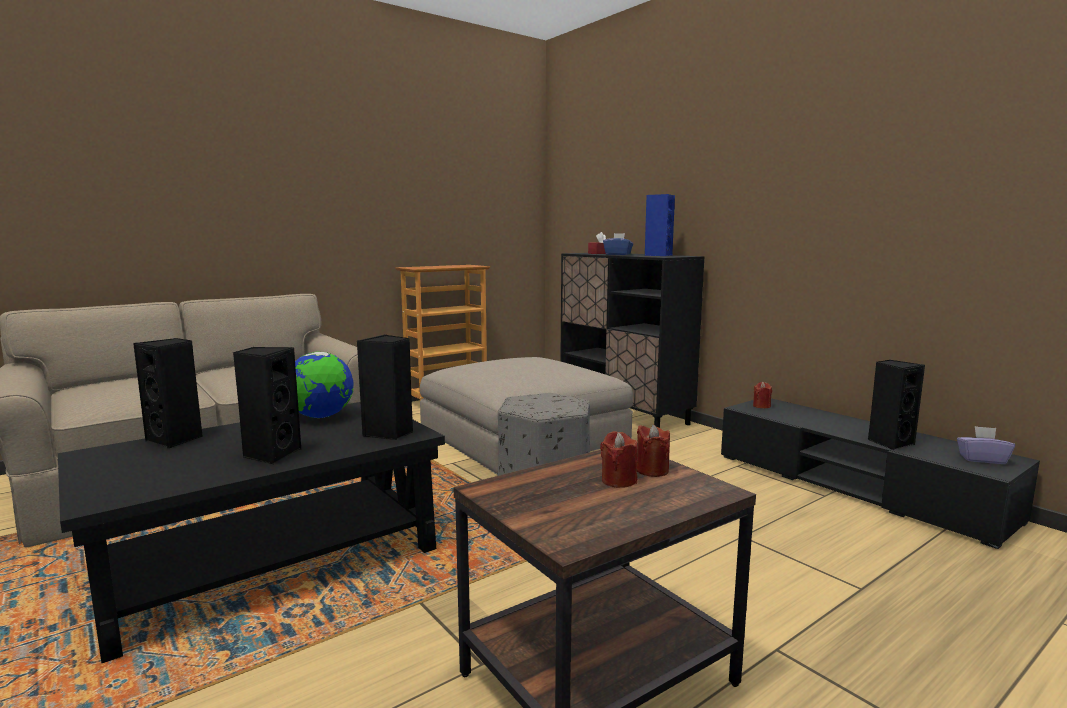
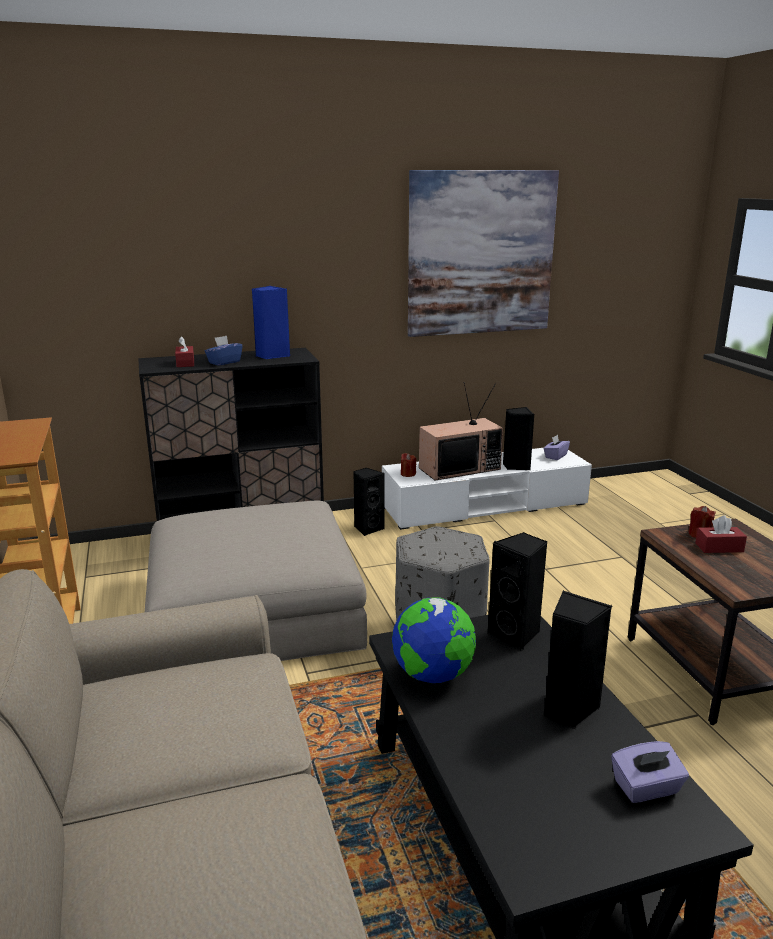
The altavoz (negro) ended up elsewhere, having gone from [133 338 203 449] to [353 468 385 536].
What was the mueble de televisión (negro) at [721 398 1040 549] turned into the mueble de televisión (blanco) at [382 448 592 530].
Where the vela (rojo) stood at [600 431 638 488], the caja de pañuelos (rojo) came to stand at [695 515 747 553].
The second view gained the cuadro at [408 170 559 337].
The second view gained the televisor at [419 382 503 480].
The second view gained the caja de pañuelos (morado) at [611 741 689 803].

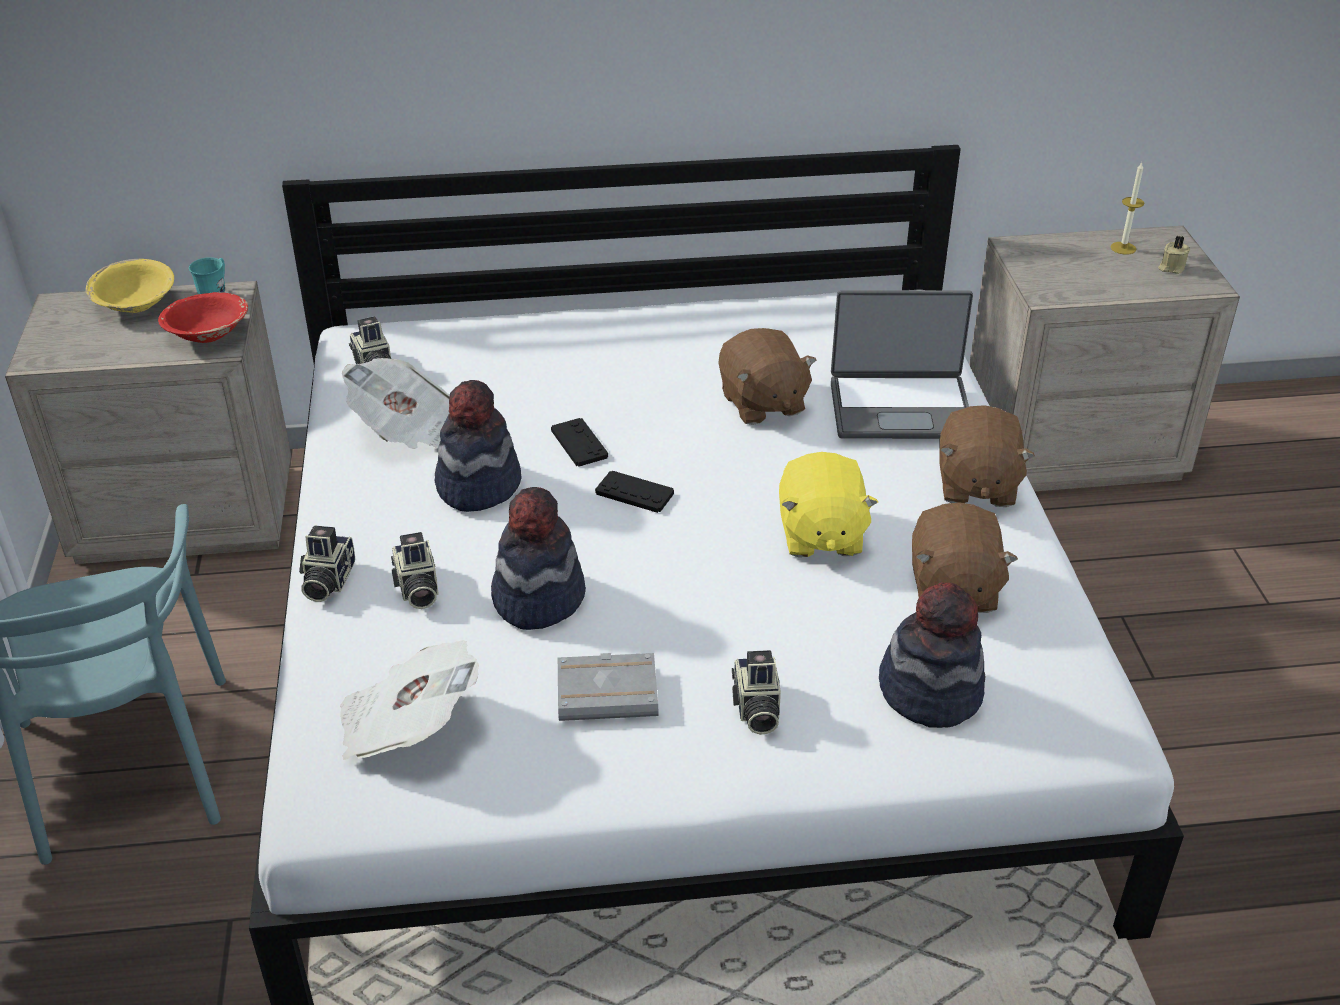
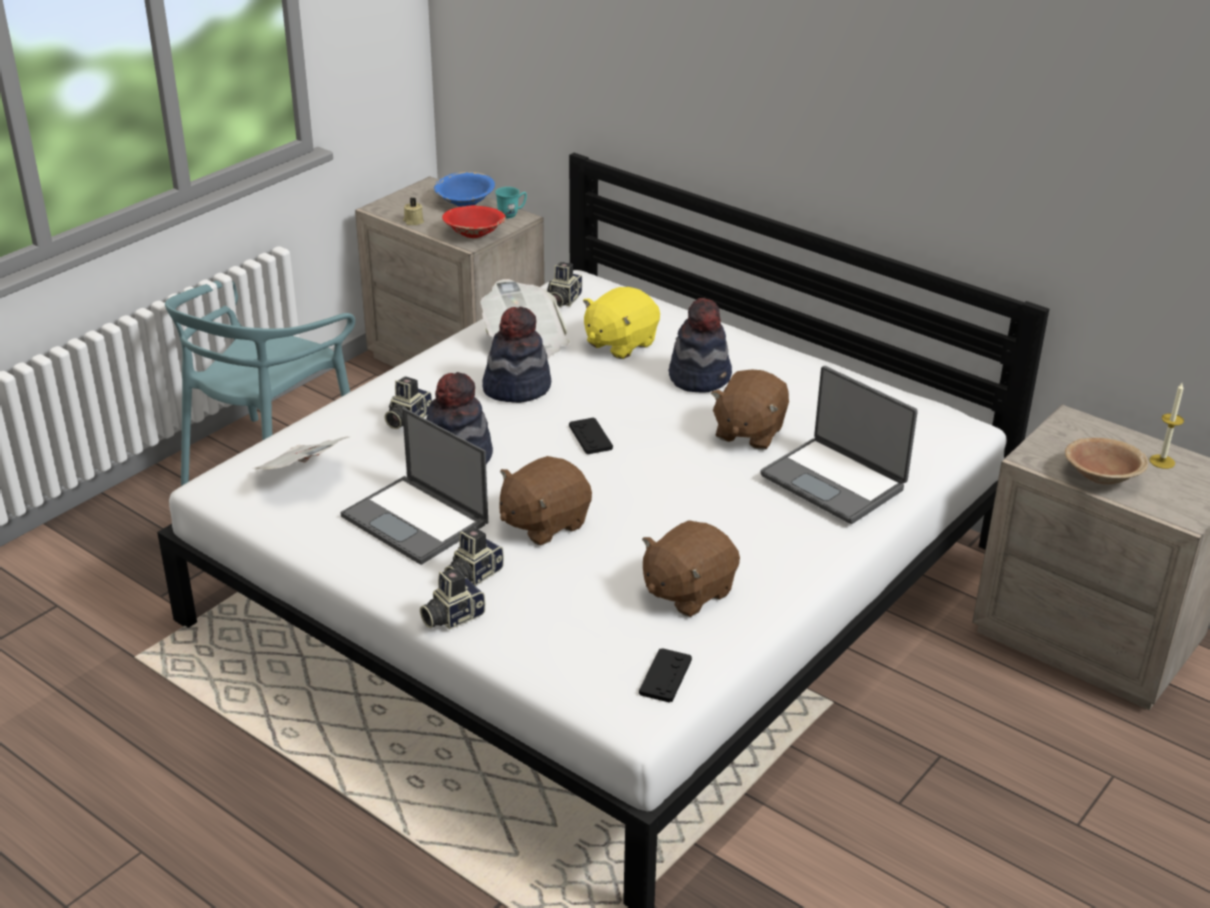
The vela (beis) ended up elsewhere, having gone from [1158 236 1190 274] to [403 197 424 225].
What was the cuenco (amarillo) at [85 259 174 313] turned into the cuenco (azul) at [434 172 495 207].
The peluche (marrón) ended up elsewhere, having gone from [939 405 1035 507] to [500 456 592 545].
The mando de consola (negro) ended up elsewhere, having gone from [551 418 608 466] to [639 648 692 703].
The peluche (amarillo) ended up elsewhere, having gone from [779 452 878 557] to [583 287 660 359].
The cámara ended up elsewhere, having gone from [299 526 355 602] to [420 568 485 630].
The sombrero ended up elsewhere, having gone from [879 582 985 728] to [669 298 732 393].
Where the libro (gris) stood at [558 653 658 721], the portátil came to stand at [341 407 488 565].
The second view gained the cuenco (marrón) at [1065 438 1148 484].

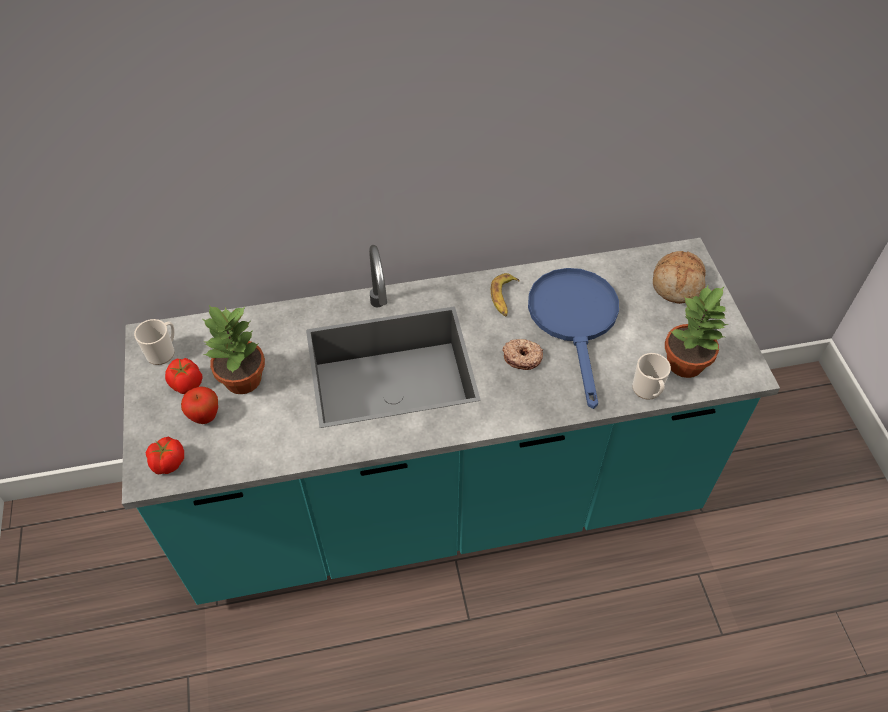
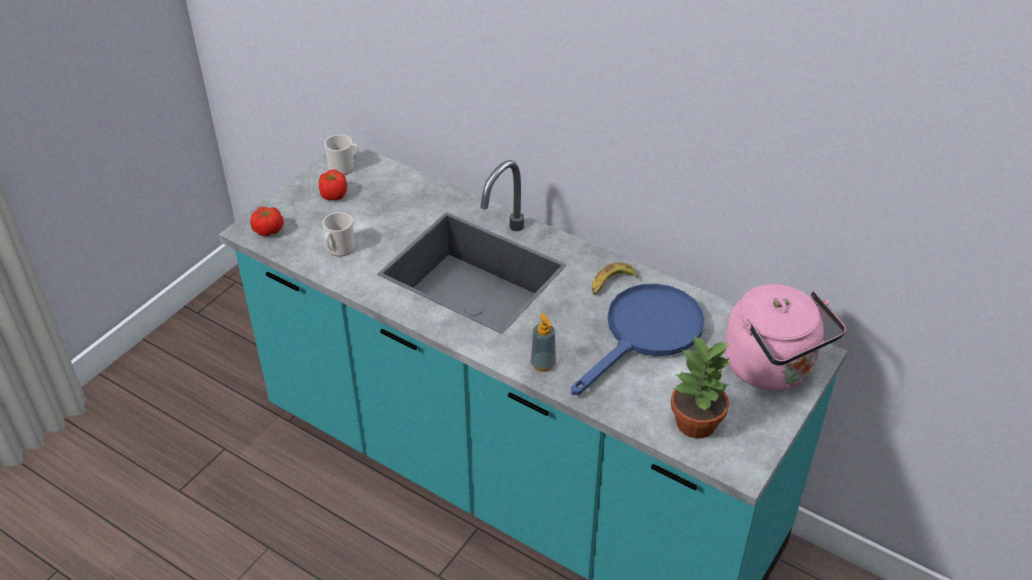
Where the pan stood at [653 251 706 304], the hervidor (rosa) came to stand at [725 284 846 390].
The second view lost the planta en maceta at [203 305 265 394].
The second view lost the rosquilla at [502 339 543 370].
The taza grande ended up elsewhere, having gone from [632 353 671 400] to [323 212 355 257].
The second view lost the manzana at [181 386 218 424].
The second view gained the dispensador de jabón at [531 313 556 372].

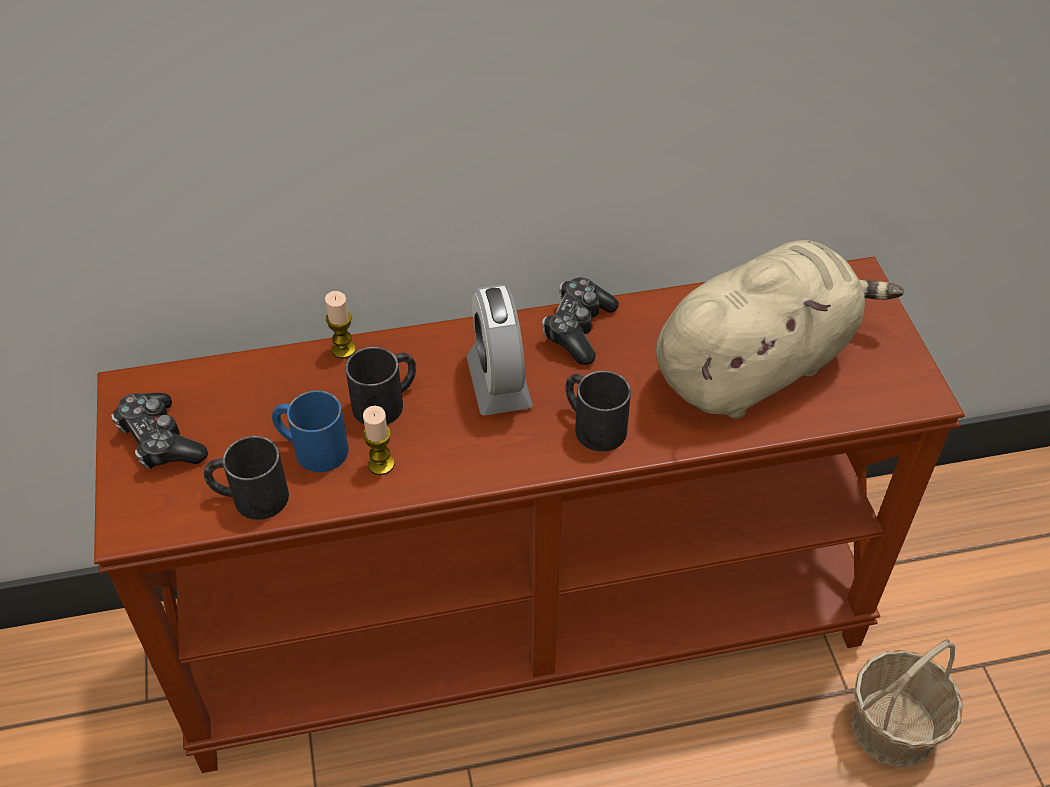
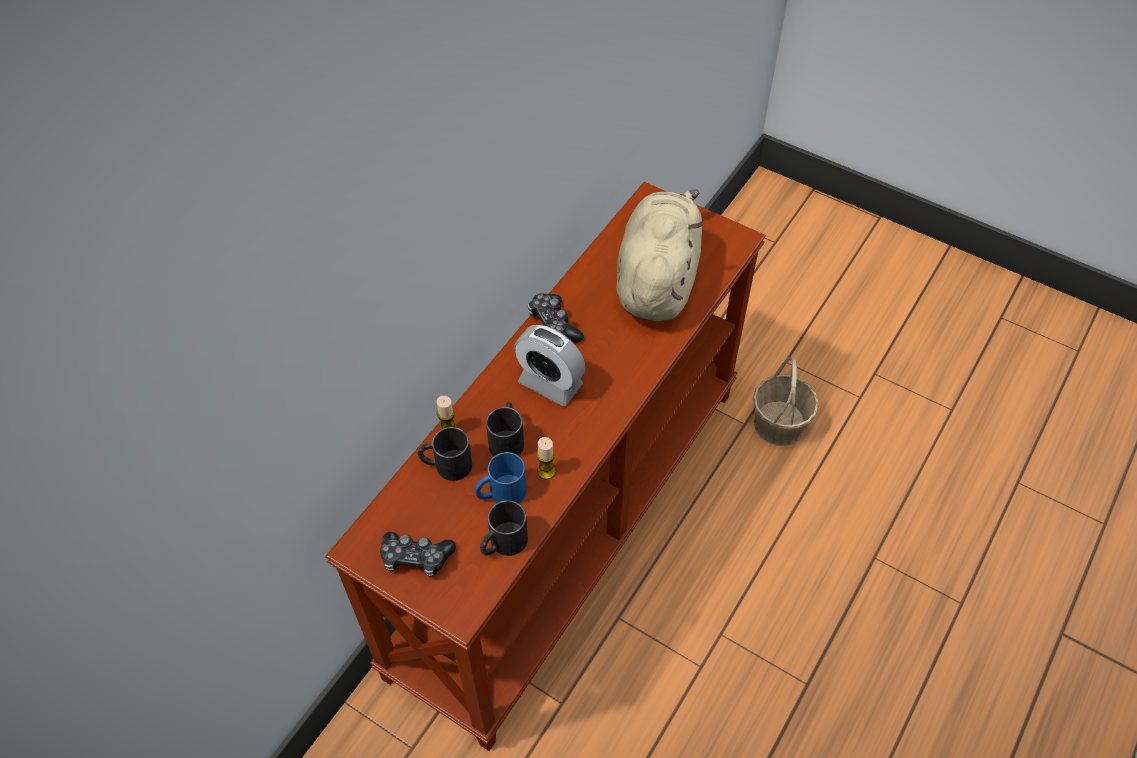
The taza grande (negro) ended up elsewhere, having gone from [565 371 631 452] to [418 427 472 481].

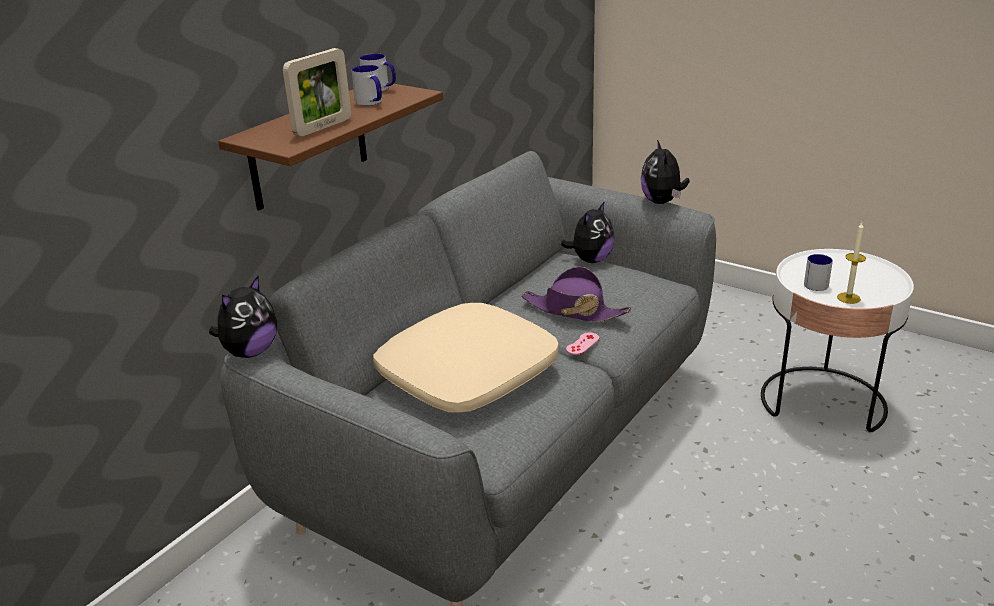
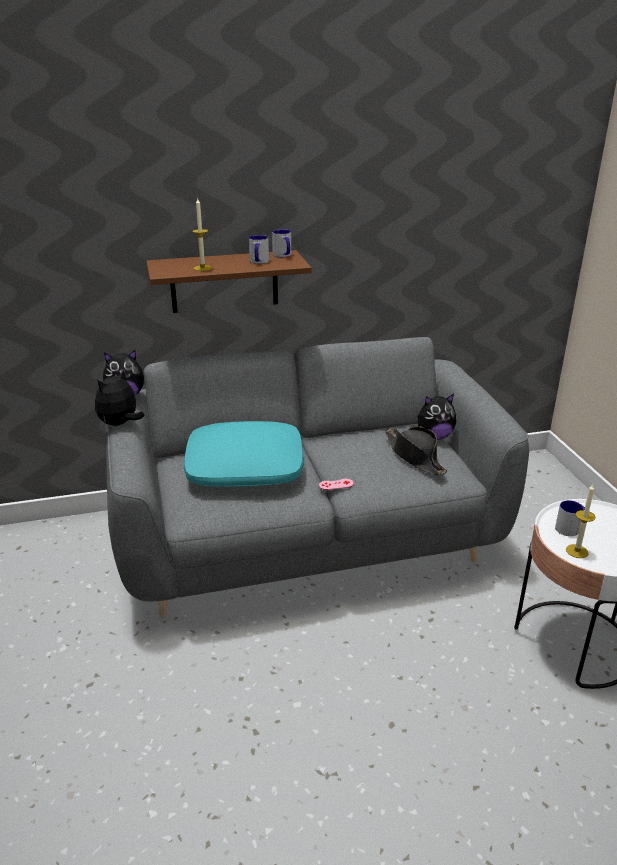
Where the portarretratos stood at [283 48 351 136], the vela came to stand at [192 199 212 271].
The peluche ended up elsewhere, having gone from [641 140 690 204] to [95 369 144 426].
The second view lost the sombrero (morado) at [521 267 631 322].
What was the cojín (beis) at [373 303 559 413] turned into the cojín (turquesa) at [184 421 303 487].
The second view gained the sombrero (negro) at [385 426 448 475].

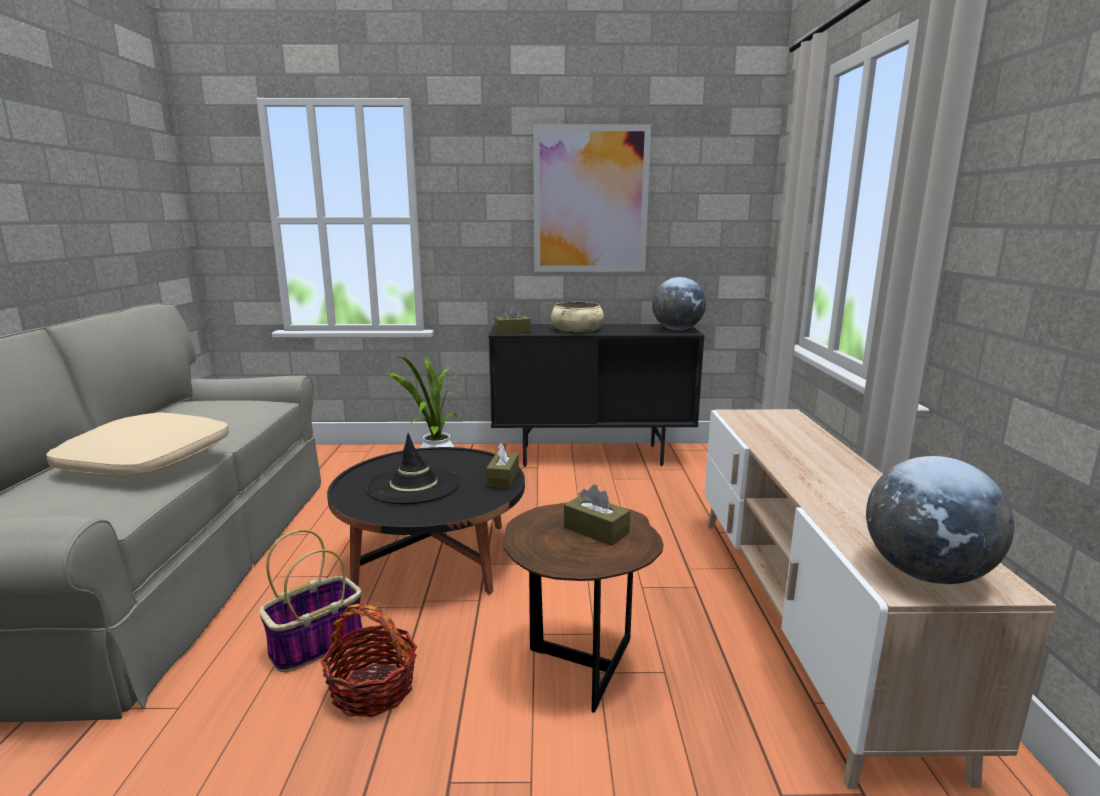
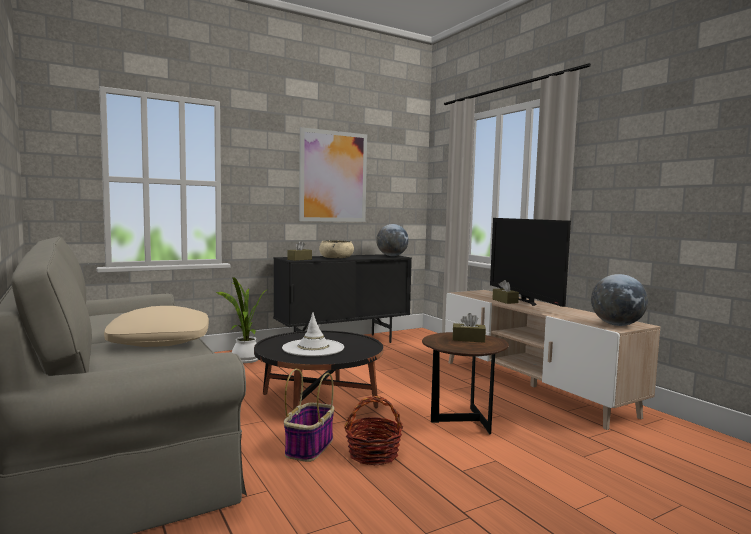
What was the sombrero (negro) at [366 433 461 504] turned into the sombrero (blanco) at [282 312 344 356].
The caja de pañuelos (marrón) ended up elsewhere, having gone from [486 443 519 488] to [492 280 519 304].
The second view gained the televisor at [490 218 571 307].

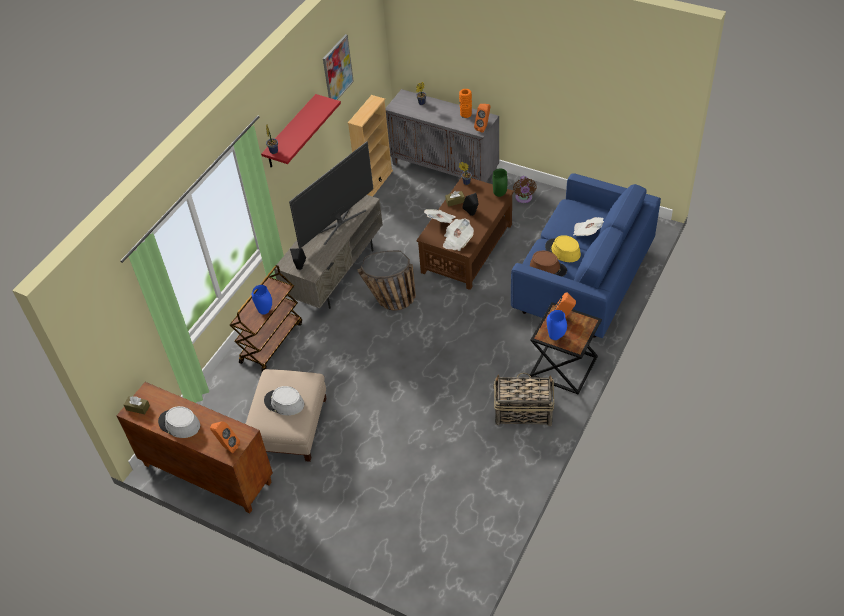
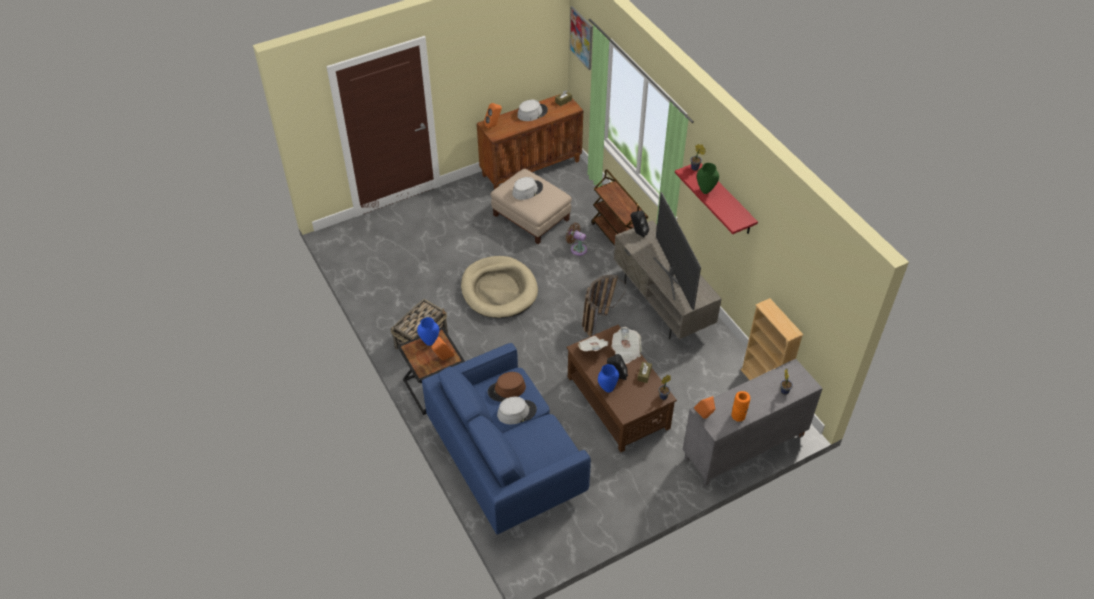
The cuadro ended up elsewhere, having gone from [323 34 354 100] to [570 6 593 70].
The florero (verde) ended up elsewhere, having gone from [493 169 507 197] to [697 163 719 194].
The ventilador (marrón) ended up elsewhere, having gone from [513 176 537 203] to [566 223 587 256].
The second view lost the periódico at [573 217 604 236].
What was the sombrero (amarillo) at [545 235 581 262] turned into the sombrero (gris) at [497 396 537 424].
The florero (azul) ended up elsewhere, having gone from [251 285 272 315] to [598 364 619 393].
The second view gained the cama para perro (beis) at [461 256 538 318].

